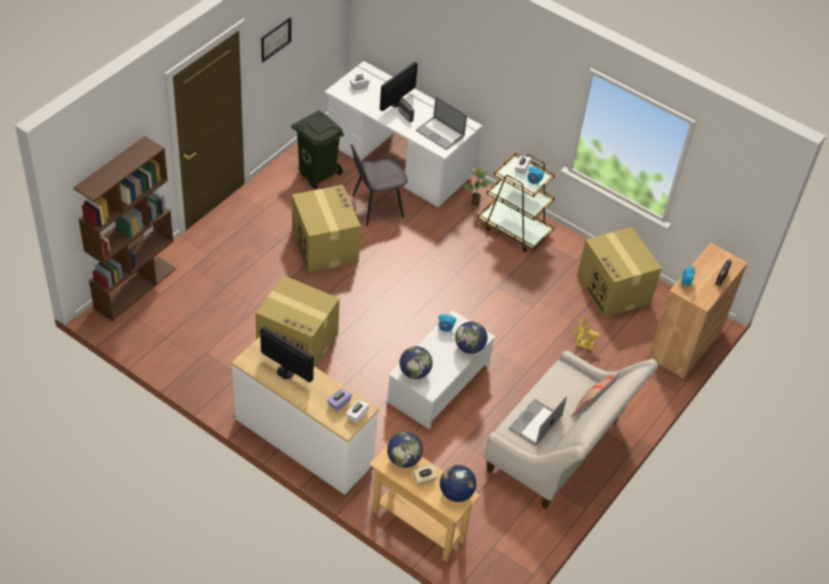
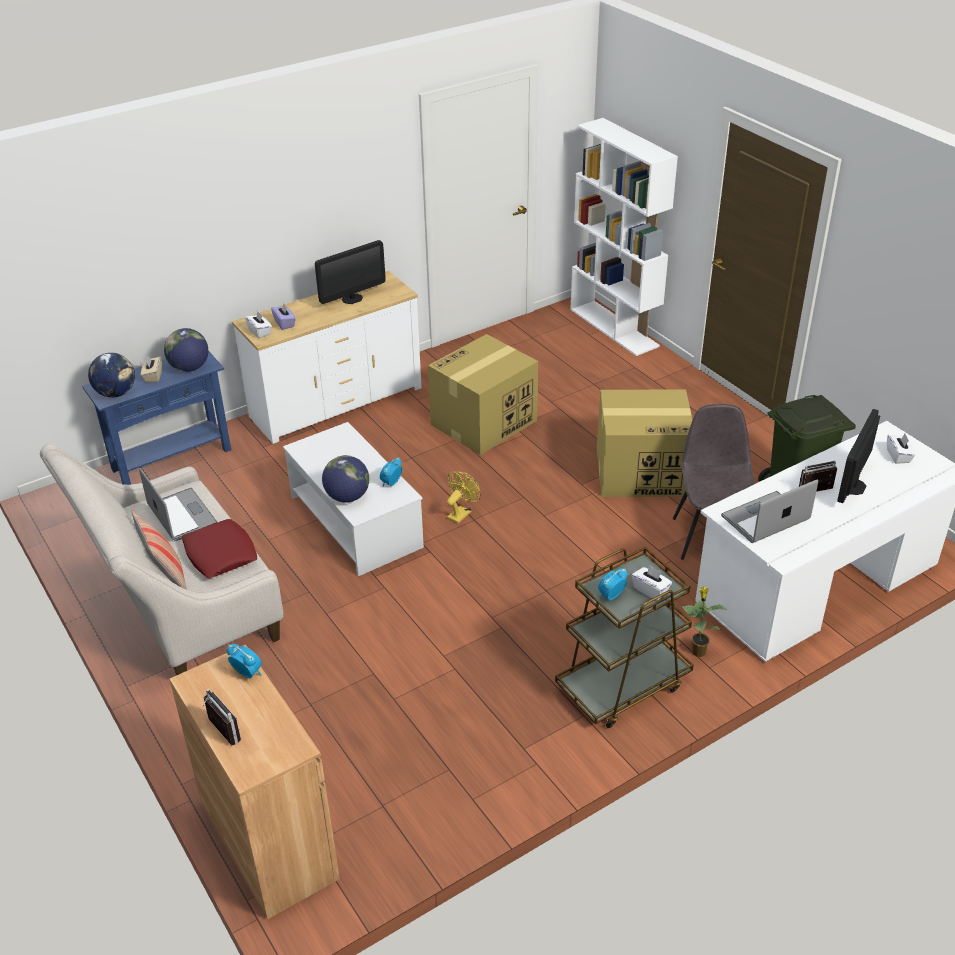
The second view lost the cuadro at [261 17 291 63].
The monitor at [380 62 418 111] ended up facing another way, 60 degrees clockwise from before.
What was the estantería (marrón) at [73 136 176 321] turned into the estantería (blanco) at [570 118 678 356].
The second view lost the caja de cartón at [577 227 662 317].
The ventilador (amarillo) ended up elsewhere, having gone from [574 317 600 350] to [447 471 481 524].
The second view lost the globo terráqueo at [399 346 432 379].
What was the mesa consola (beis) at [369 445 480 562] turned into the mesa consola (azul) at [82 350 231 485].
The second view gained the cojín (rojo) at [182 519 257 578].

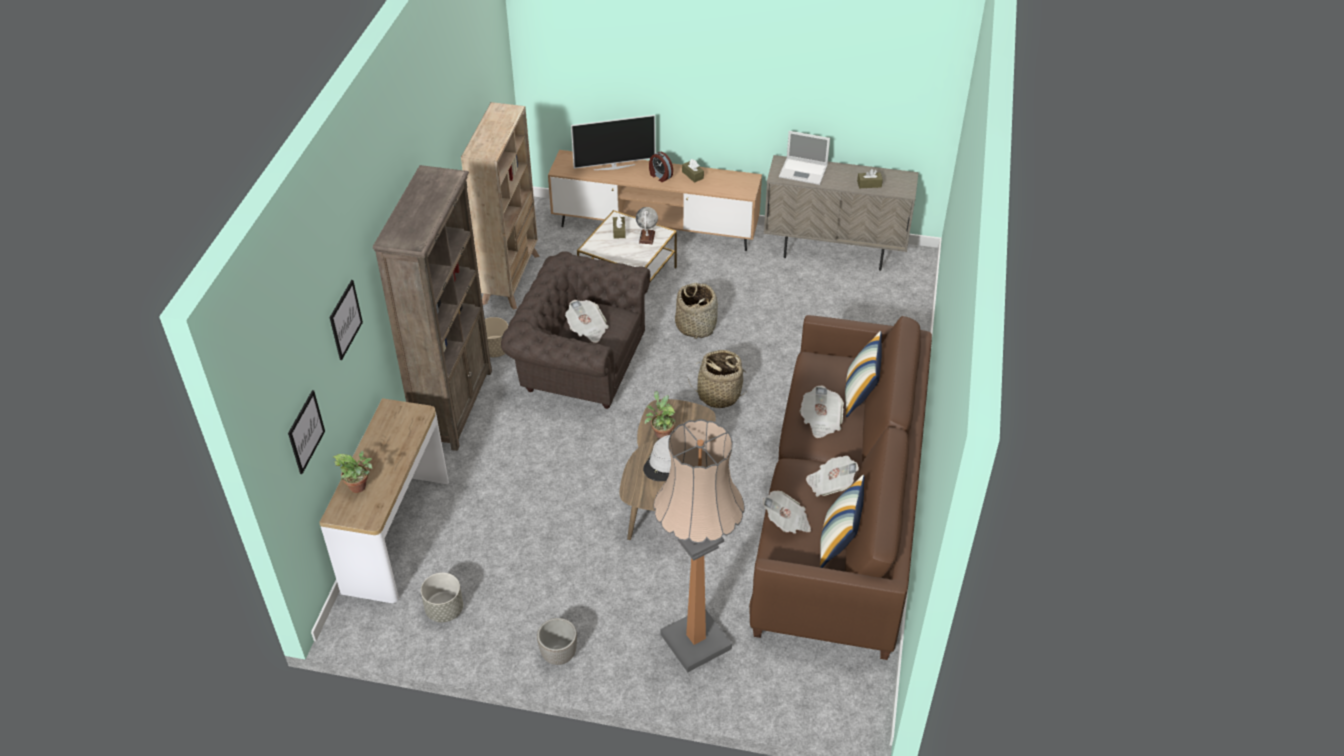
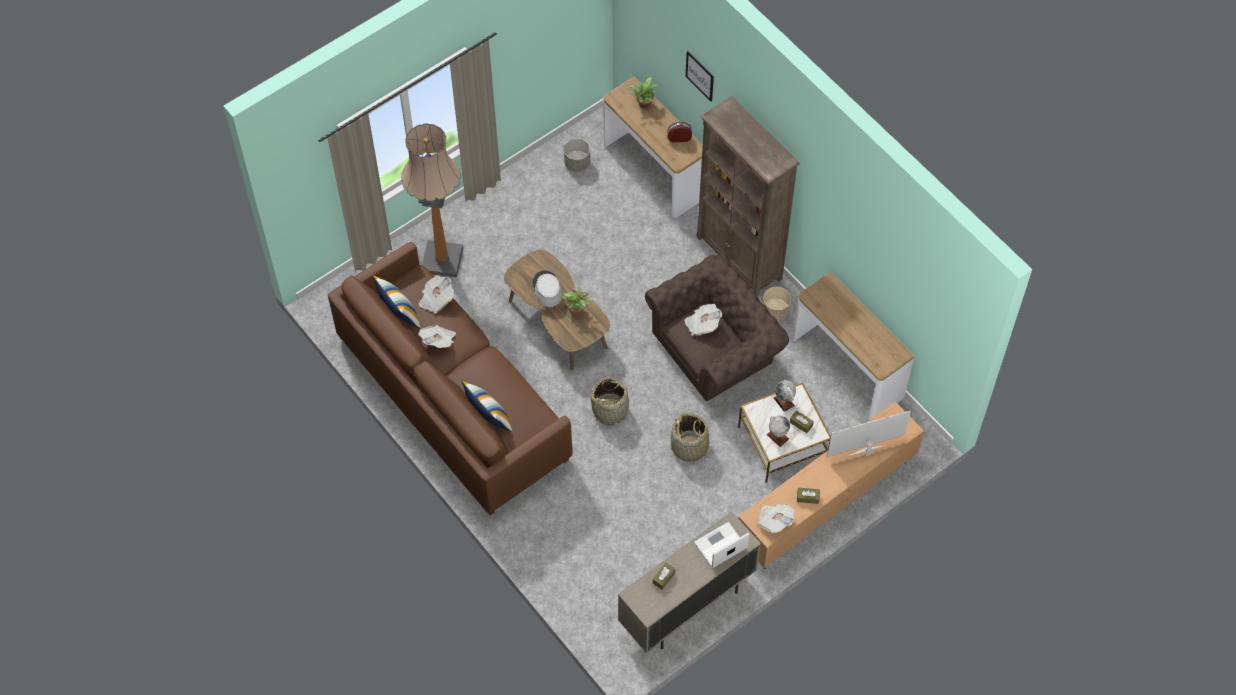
Where the estantería (beis) stood at [461 102 540 310], the mesa consola came to stand at [792 272 915 420].
The televisor at [571 115 656 170] ended up facing another way, 45 degrees clockwise from before.
The despertador ended up elsewhere, having gone from [649 152 673 182] to [667 122 692 143].
The periódico ended up elsewhere, having gone from [800 386 844 438] to [757 504 795 533].
The second view lost the cuadro at [288 390 325 474].
The second view lost the maceta at [537 618 577 665].
The second view gained the globo terráqueo at [773 380 796 412].

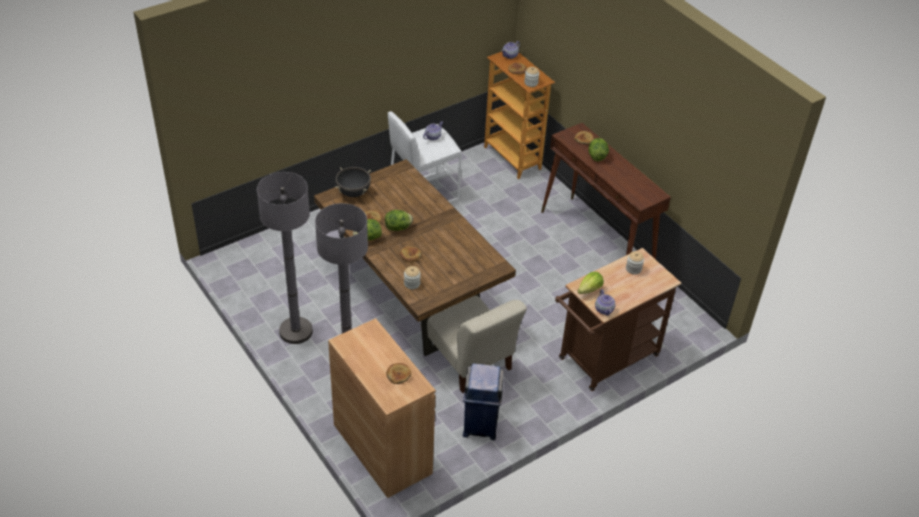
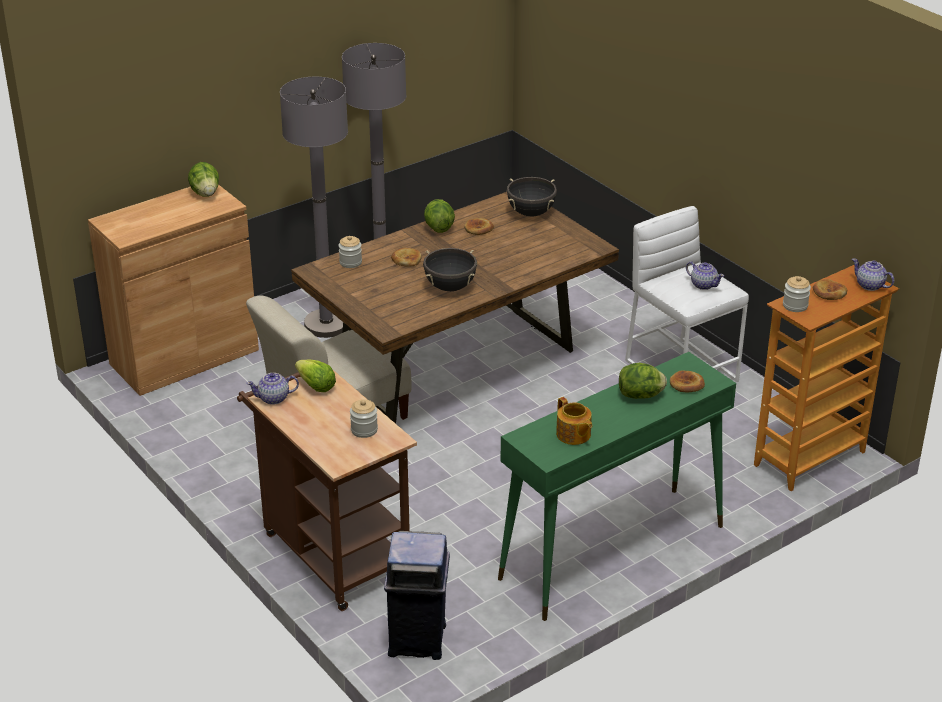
What was the mesa consola (marrón) at [541 123 671 259] turned into the mesa consola (verde) at [498 352 736 621].
The lechuga ended up elsewhere, having gone from [385 210 413 231] to [188 162 219 197].
The second view lost the pan at [386 363 411 384].
The papelera (azul) ended up elsewhere, having gone from [463 363 504 440] to [384 531 450 660].
The second view gained the olla (negro) at [423 248 477 291].
The second view gained the tetera at [556 397 592 445].

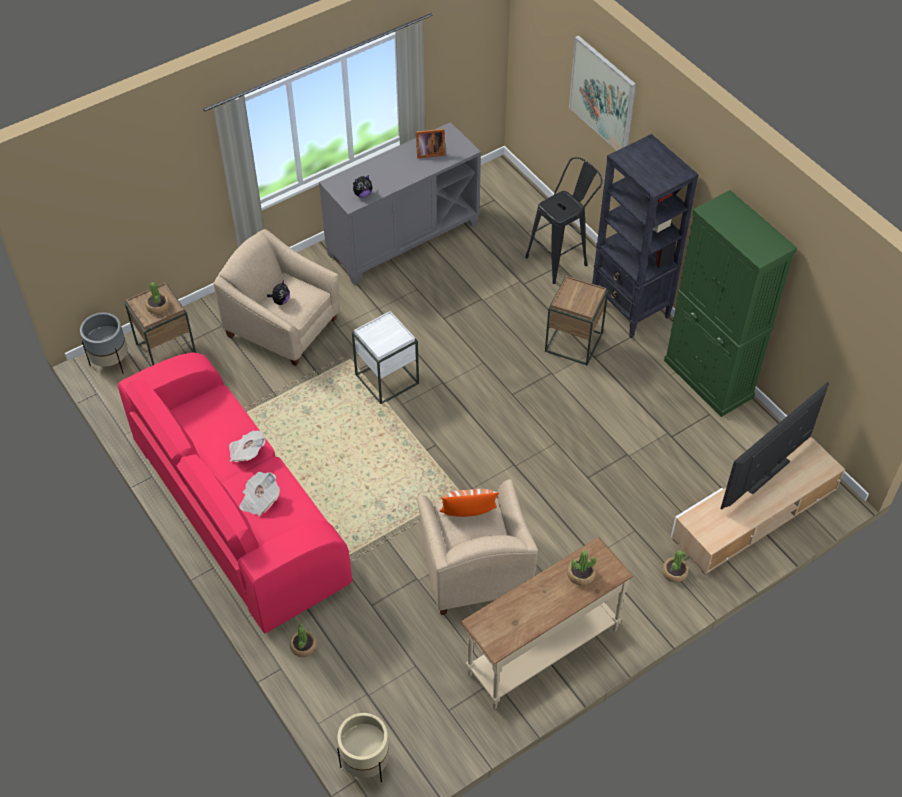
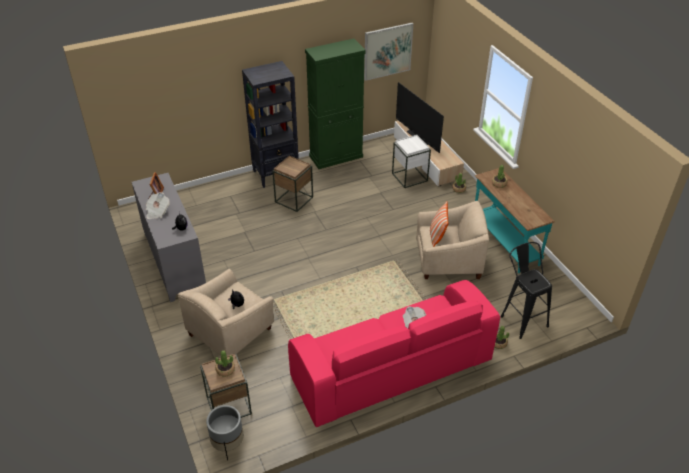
The cuadro ended up elsewhere, having gone from [569 35 636 150] to [364 23 413 81].
The taburete (negro) ended up elsewhere, having gone from [525 157 603 284] to [501 242 552 339].
The mesa auxiliar (blanco) ended up elsewhere, having gone from [352 311 419 404] to [392 135 431 188].
The periódico ended up elsewhere, having gone from [229 431 265 462] to [145 192 170 219].
What was the mesa consola (beis) at [460 537 634 709] turned into the mesa consola (turquesa) at [474 168 555 273].
The second view lost the maceta (beis) at [337 713 389 782].

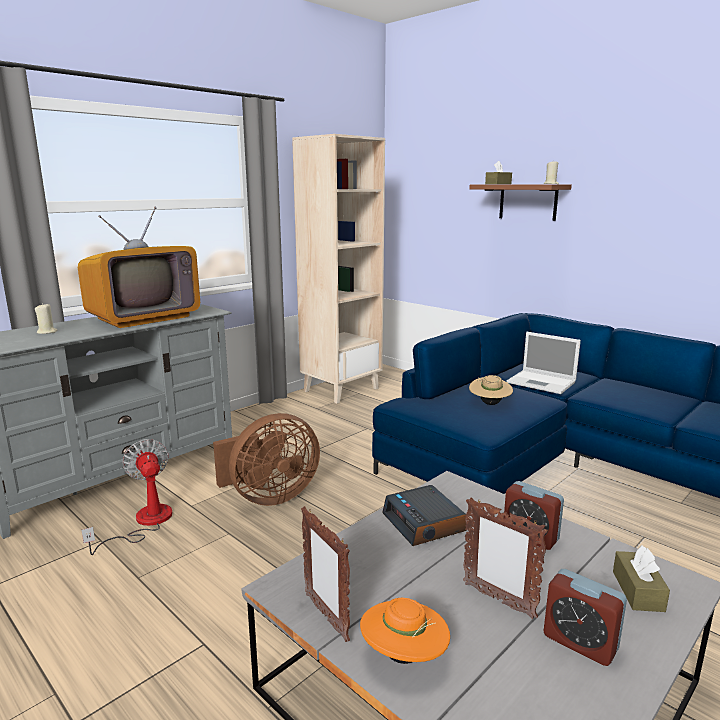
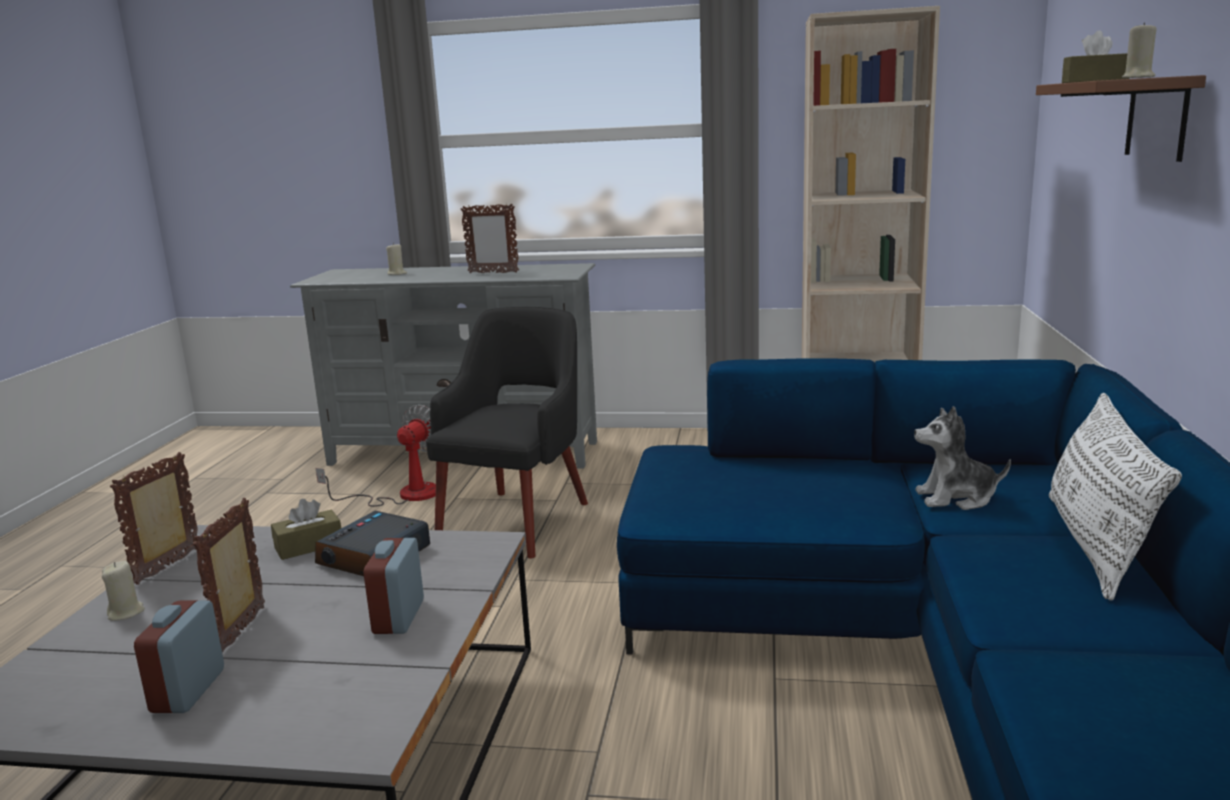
Where the televisor stood at [78 207 200 328], the portarretratos came to stand at [460 203 519 273].
Where the portátil stood at [506 332 581 394], the peluche came to stand at [914 406 1011 510].
The second view lost the sombrero (beis) at [469 375 513 405].
Where the ventilador (marrón) stood at [213 413 320 506], the sillón (negro) came to stand at [426 307 588 558].
The caja de pañuelos (marrón) ended up elsewhere, having gone from [613 545 670 612] to [271 499 341 560].
Where the sombrero (naranja) stood at [360 598 450 664], the vela (beis) came to stand at [102 561 145 621].
The second view gained the cojín (blanco) at [1049 393 1182 600].

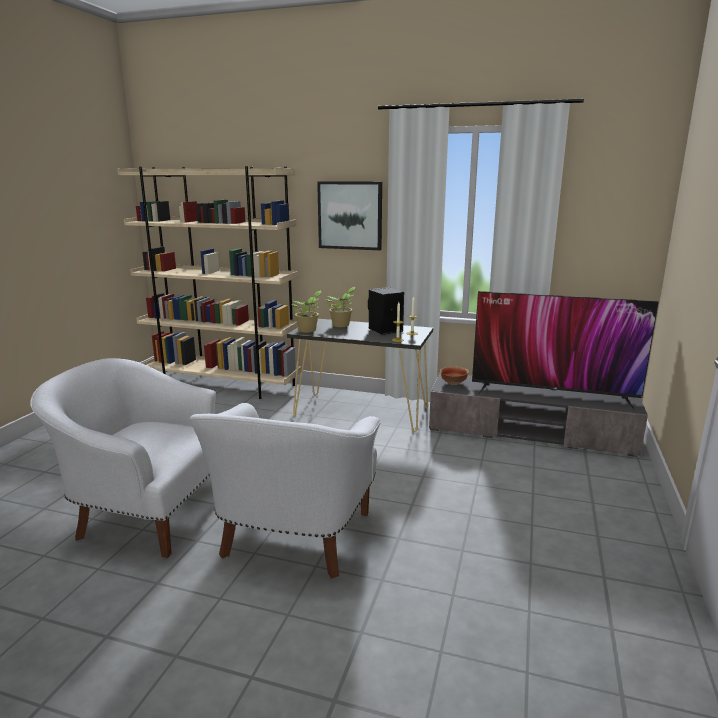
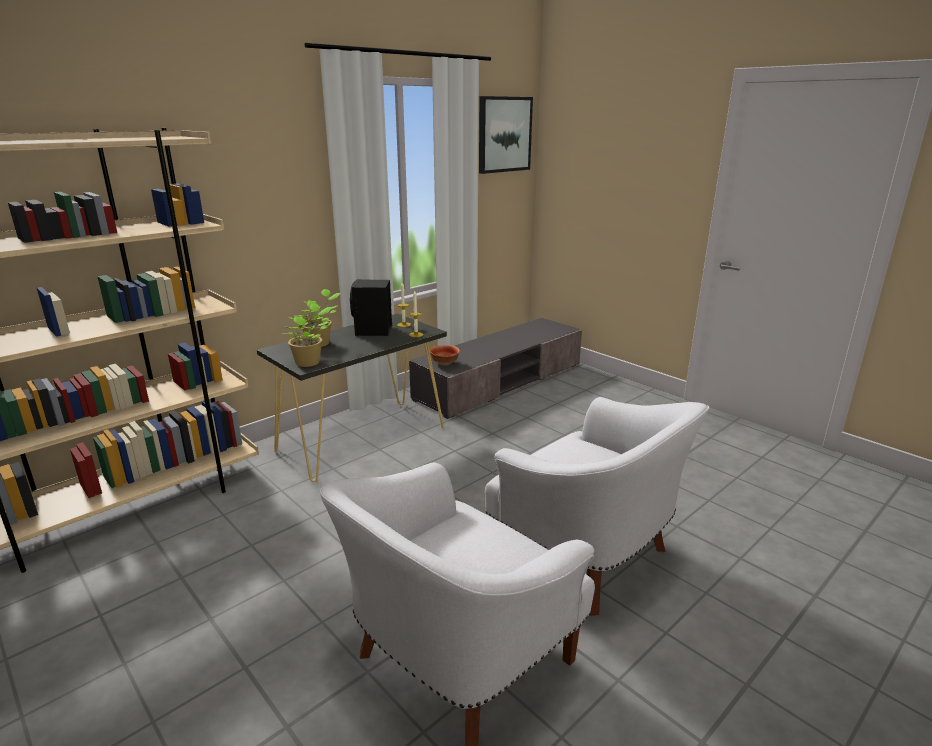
The cuadro ended up elsewhere, having gone from [317 181 382 250] to [479 96 533 174].
The second view lost the televisor at [472 291 659 410].

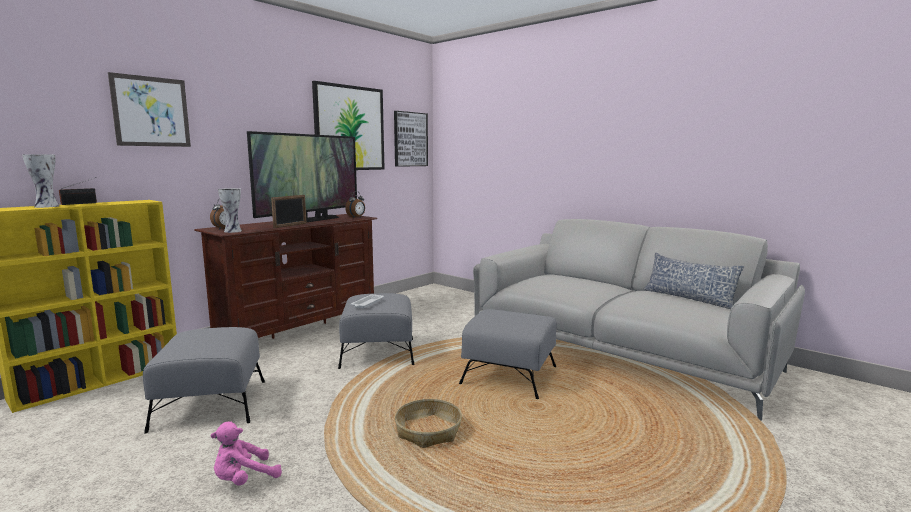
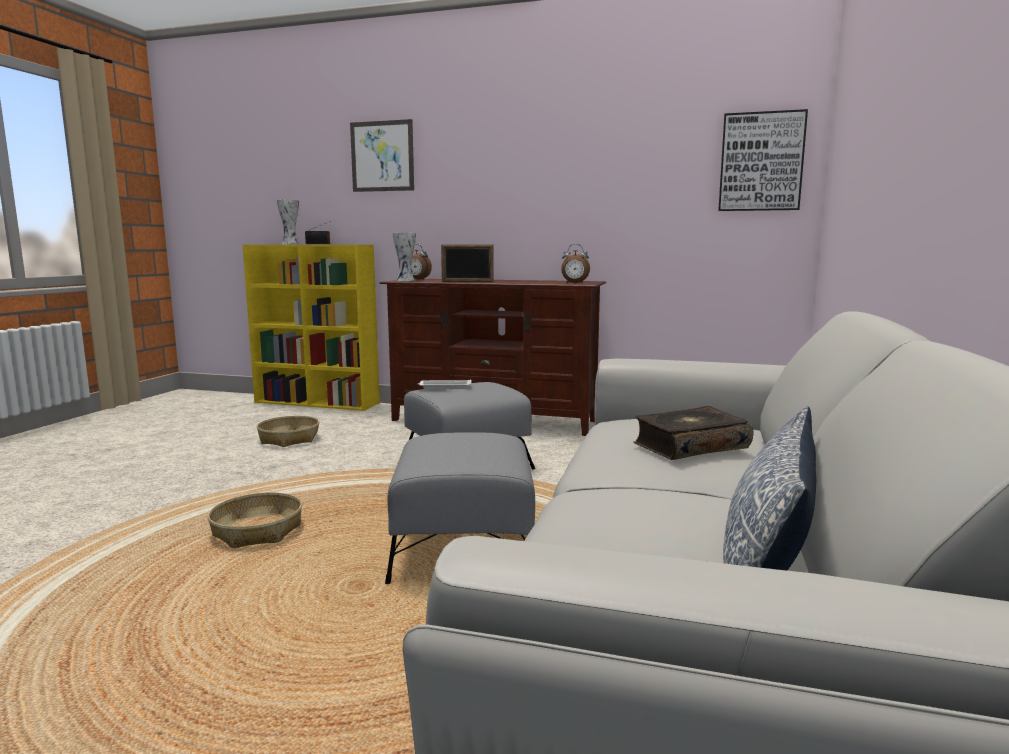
The second view lost the cuadro at [312 81 385 170].
The second view lost the televisor at [247 131 357 222].
Where the puf (gris) stood at [143 327 265 433], the cesta came to stand at [257 416 319 447].
The second view lost the peluche (rosa) at [211 422 282 486].
The second view gained the libro at [633 406 754 460].

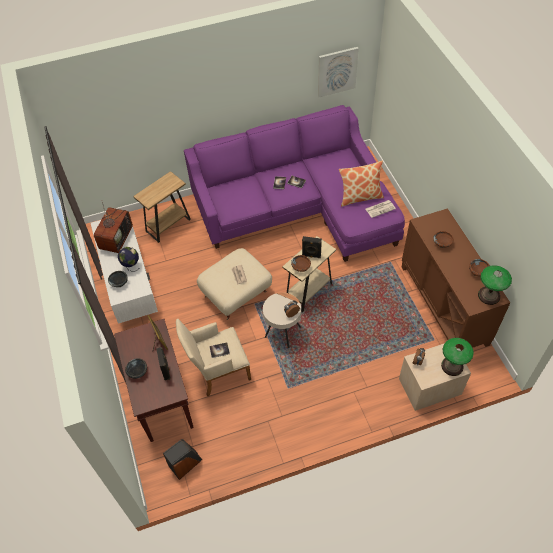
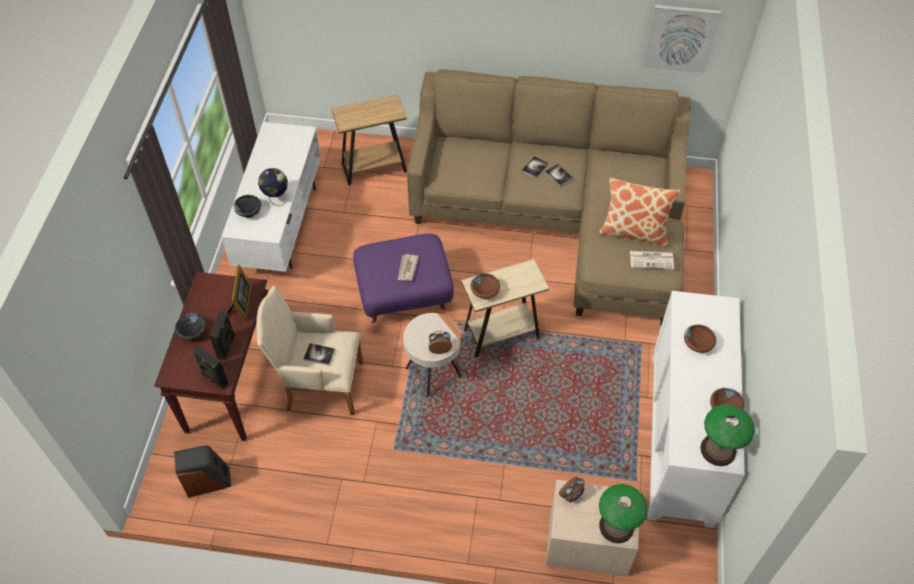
What was the sofá (morado) at [184 105 405 262] turned into the sofá (beis) at [407 69 691 325].
The second view lost the televisor at [94 202 133 253].
What was the armario (marrón) at [402 208 510 351] turned into the armario (blanco) at [648 291 745 528].
The altavoz (negro) ended up elsewhere, having gone from [302 236 322 258] to [193 345 229 389].
What was the puf (beis) at [197 248 272 320] turned into the puf (morado) at [353 234 454 323].

